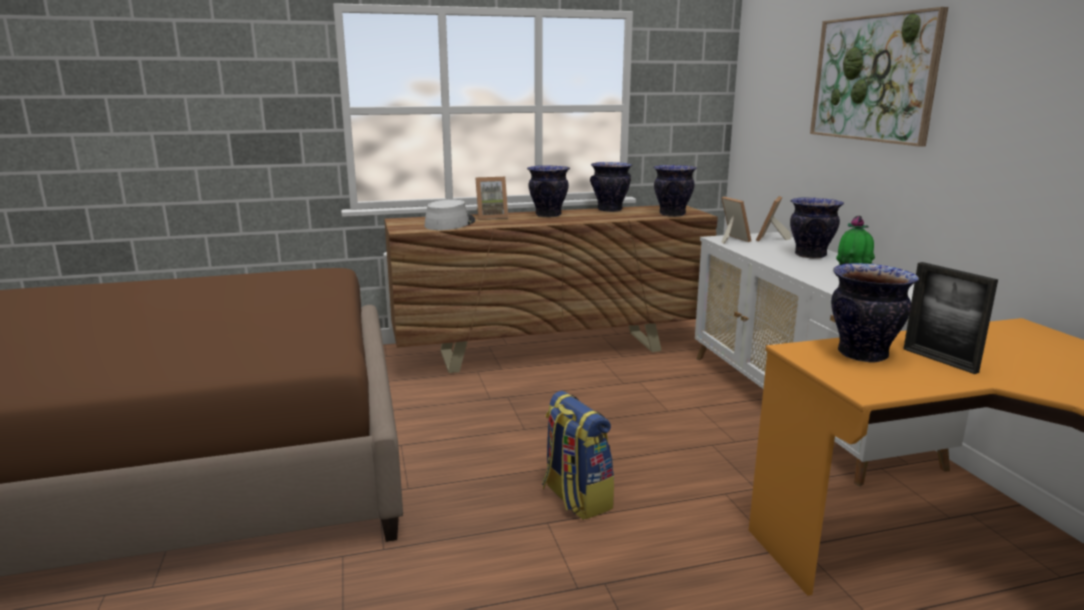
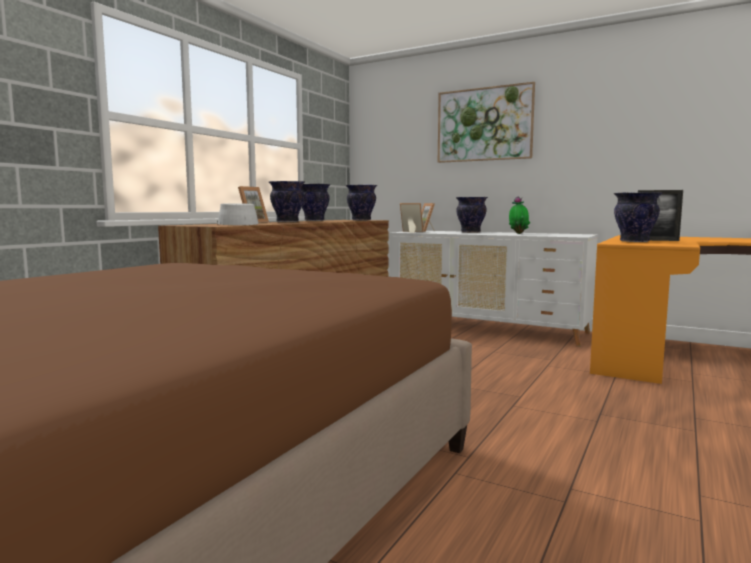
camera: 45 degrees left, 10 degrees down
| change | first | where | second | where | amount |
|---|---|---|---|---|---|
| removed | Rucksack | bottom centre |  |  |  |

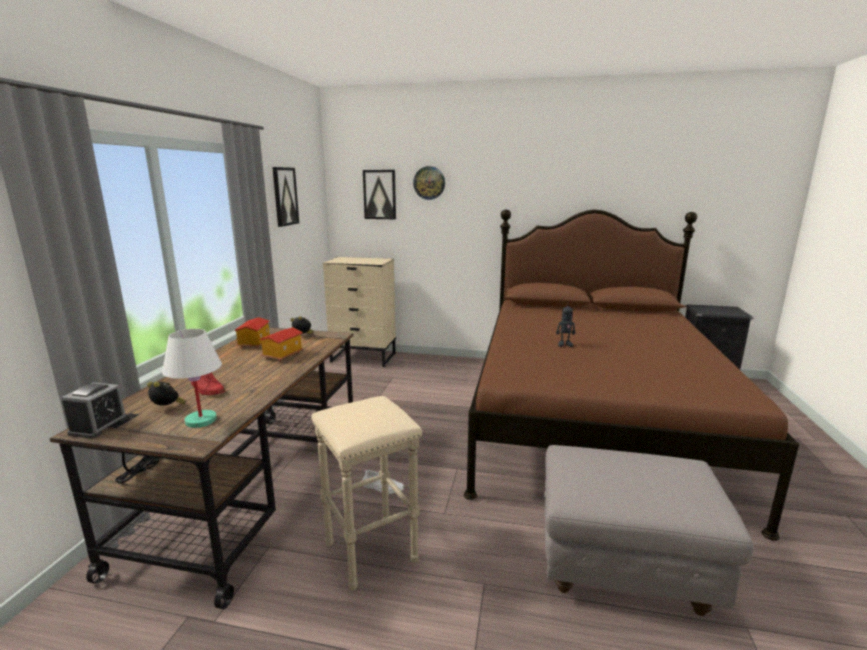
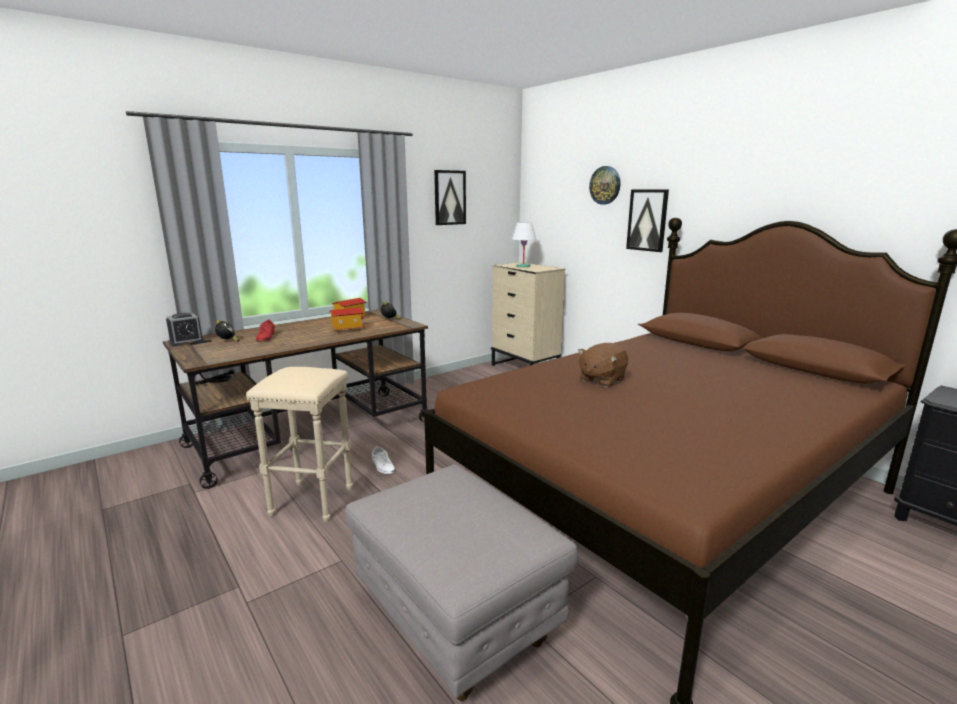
camera: 40 degrees right, 0 degrees up
| change | first | where | second | where | amount |
|---|---|---|---|---|---|
| moved | Tischlampe [weiß] | middle left |  | centre |  |
| replaced | Spielzeugroboter | centre | Plüschtier [braun] | centre |  |
| moved | Bild (2nd from left) | top centre |  | top right |  |

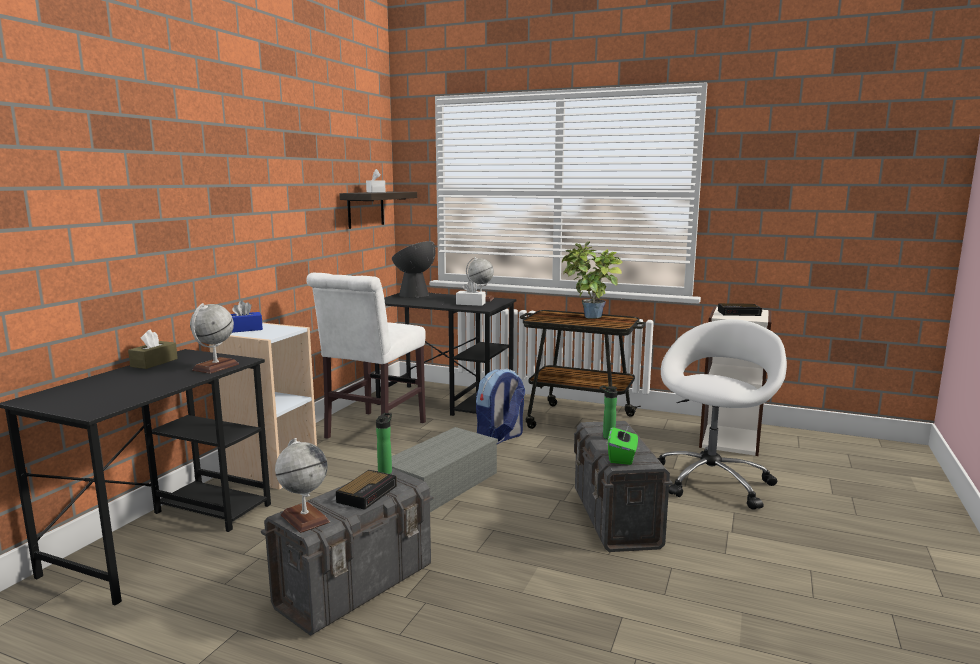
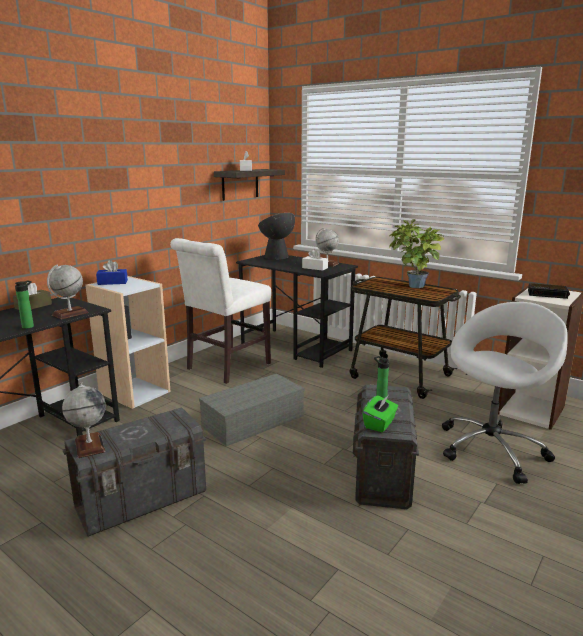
camera: 15 degrees right, 5 degrees up
| change | first | where | second | where | amount |
|---|---|---|---|---|---|
| moved | Flasche (1st from left) | bottom centre |  | middle left |  |
| removed | Wecker (1st from left) | bottom centre |  |  |  |
| removed | Rucksack | centre |  |  |  |

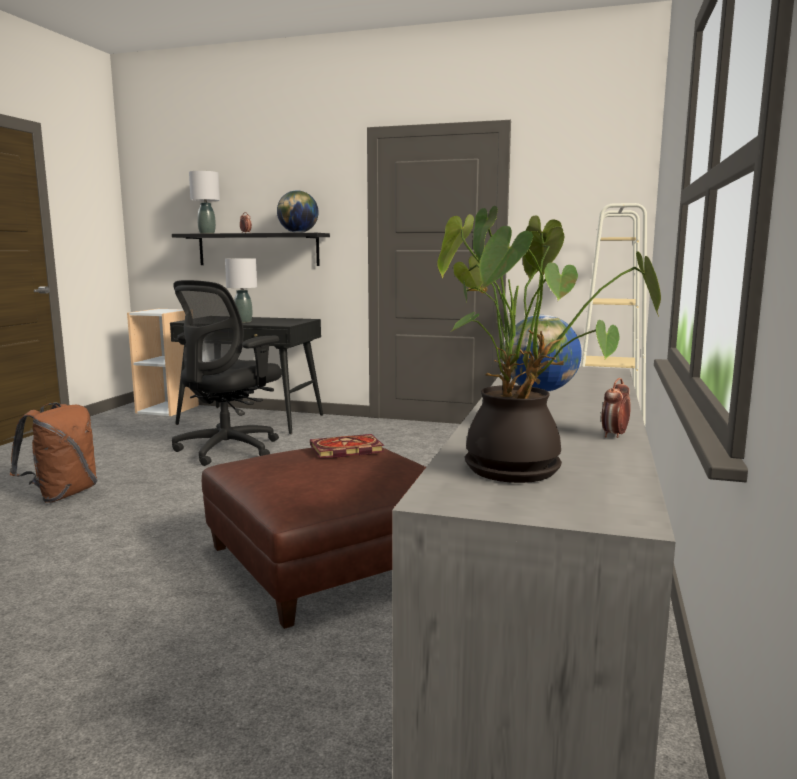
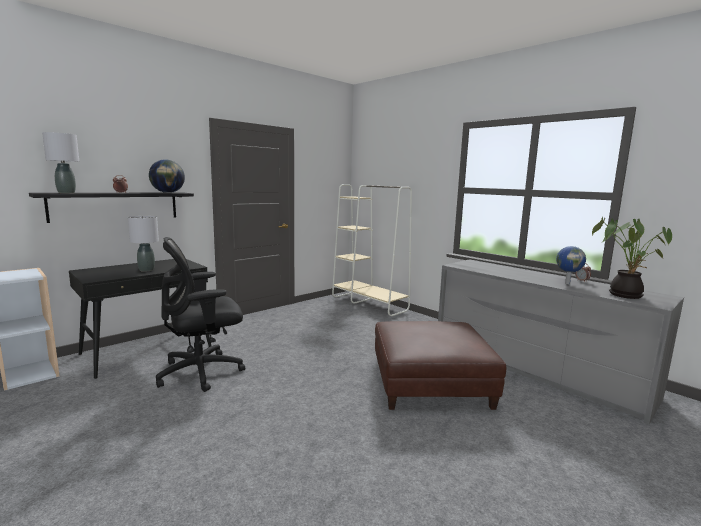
camera: 60 degrees left, 0 degrees up
| change | first | where | second | where | amount |
|---|---|---|---|---|---|
| turned | Bürostuhl [schwarz] | middle left |  | middle left | 90 degrees clockwise |
| removed | Rucksack [braun] | middle left |  |  |  |
| removed | Buch | centre |  |  |  |

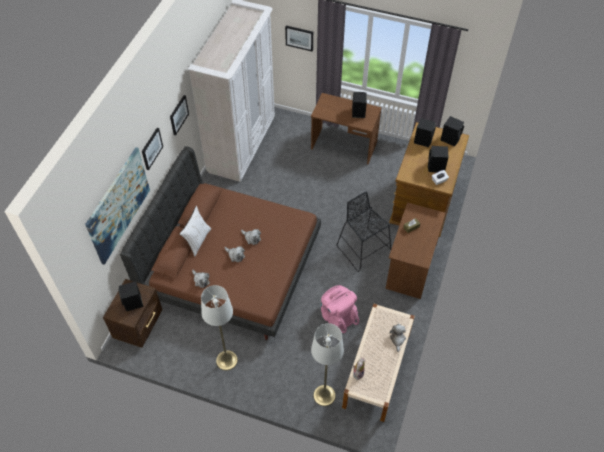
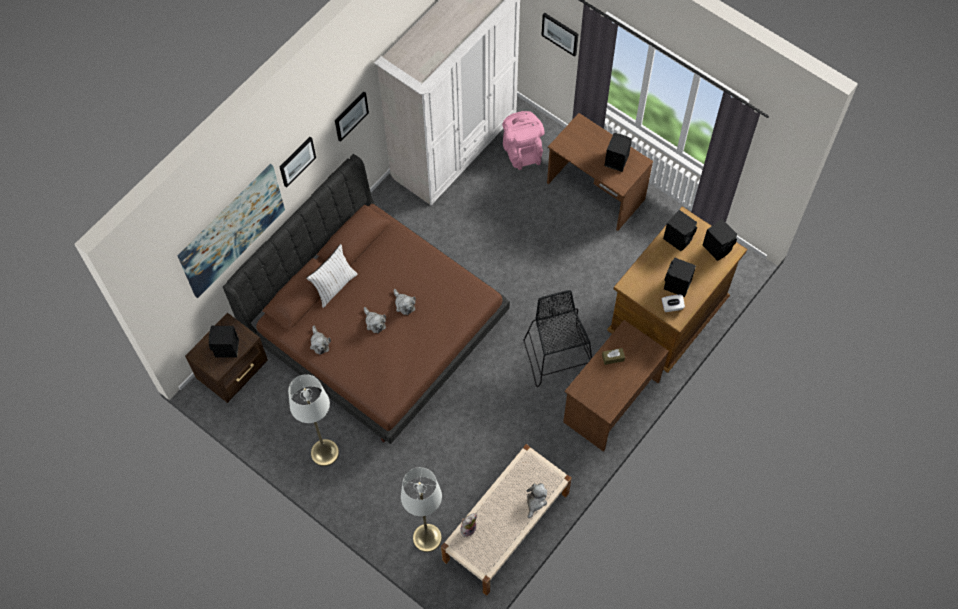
camera: 20 degrees right, 10 degrees up
| change | first | where | second | where | amount |
|---|---|---|---|---|---|
| moved | Rucksack [rosa] | bottom centre |  | top centre |  |

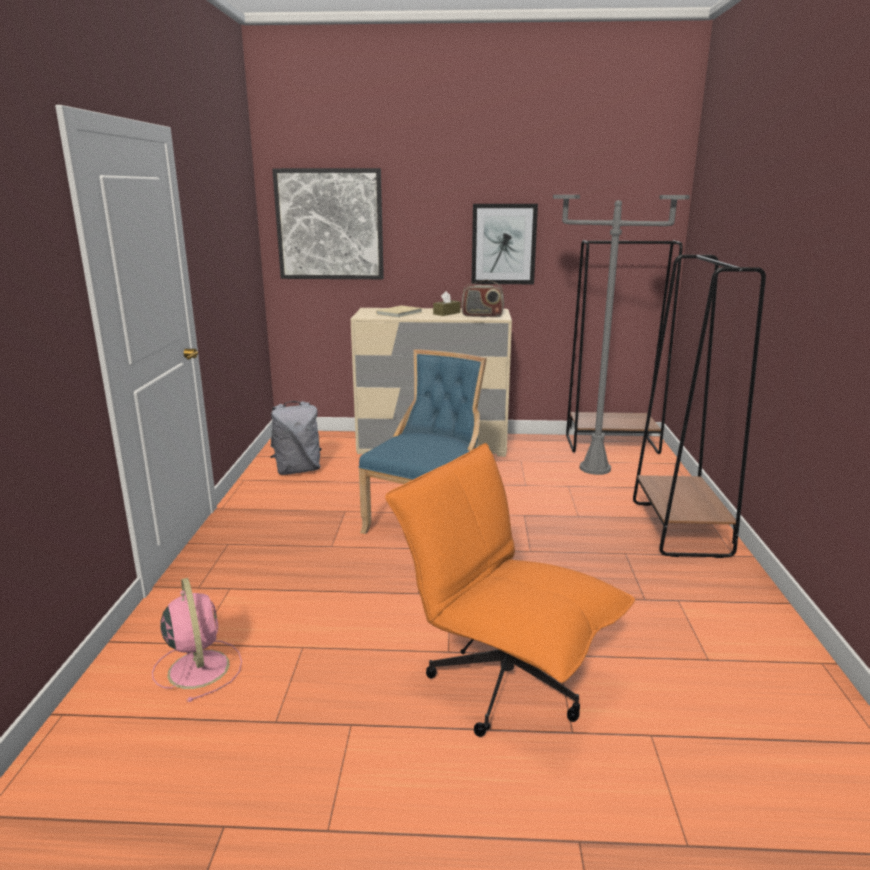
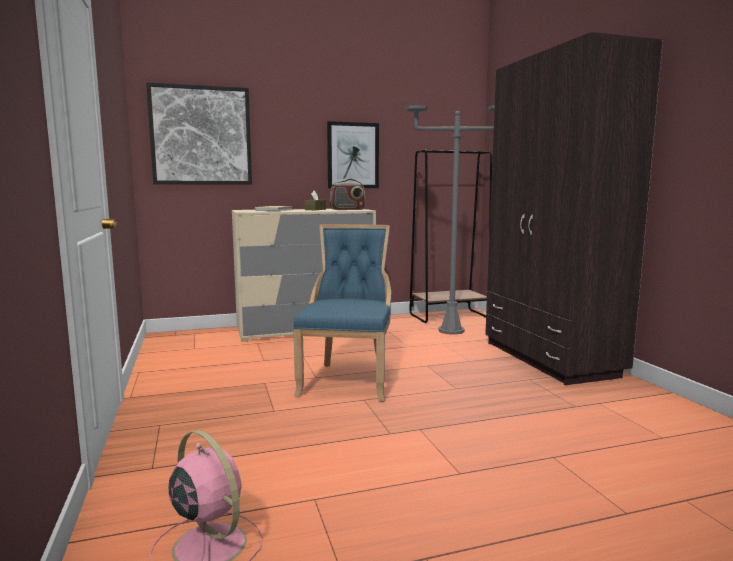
camera: 20 degrees left, 10 degrees down
| change | first | where | second | where | amount |
|---|---|---|---|---|---|
| replaced | Kleiderständer (2nd from left) | middle right | Kleiderschrank [braun] | middle right |  |
| removed | Rucksack [grau] | centre |  |  |  |
| removed | Bürostuhl [orange] | bottom centre |  |  |  |

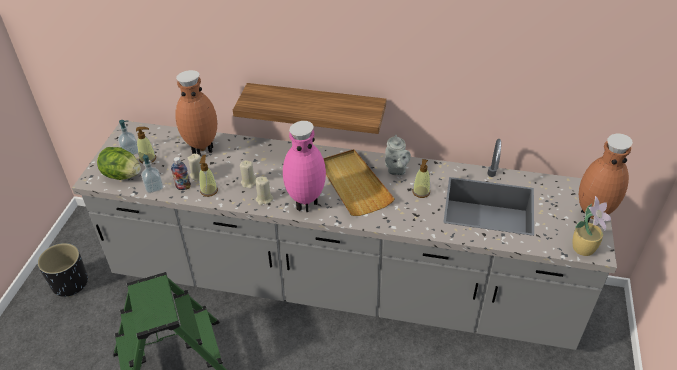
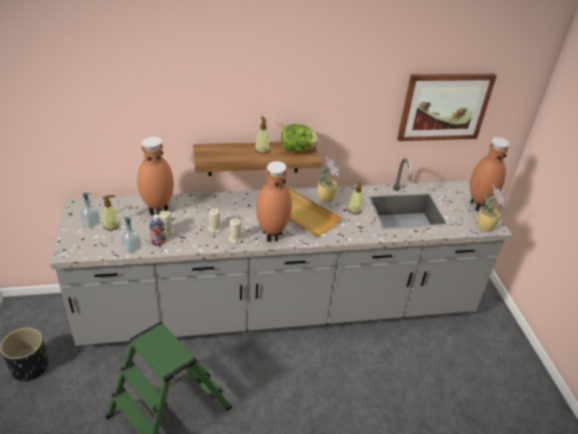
camera: 25 degrees left, 5 degrees down
| change | first | where | second | where | amount |
|---|---|---|---|---|---|
| moved | Seifenspender (4th from left) | middle left |  | top centre |  |
| recoloured | Vase [rosa] | centre | Vase [braun] (2nd from left) | centre |  |
| moved | Salatkopf | middle left |  | top centre |  |
| replaced | Teekanne [grau] | centre | Topfpflanze (1st from left) | centre |  |
| added |  |  | Bild | top right |  |

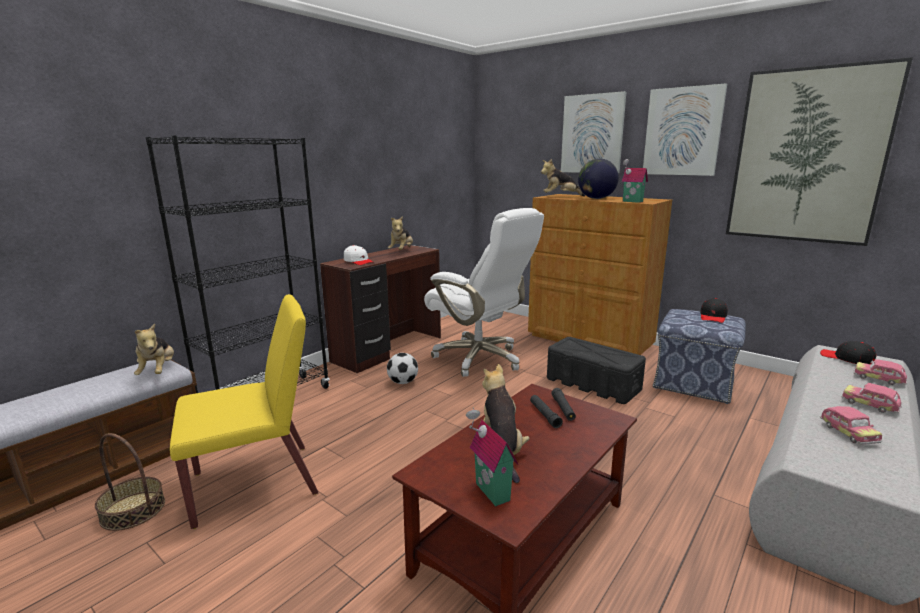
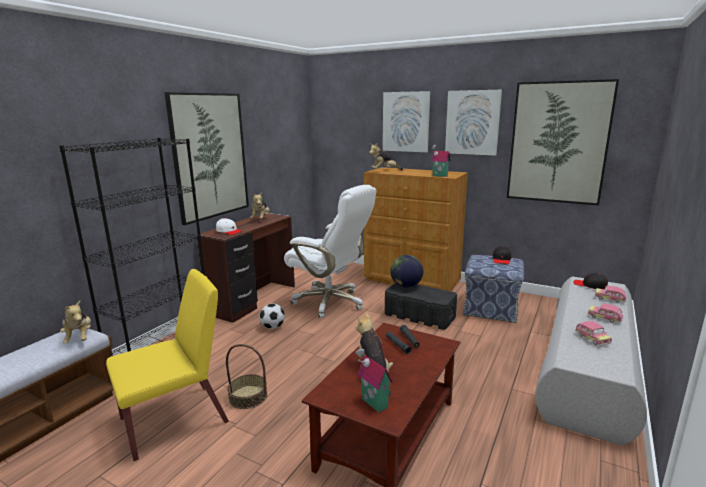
camera: 10 degrees left, 0 degrees up
| change | first | where | second | where | amount |
|---|---|---|---|---|---|
| added |  |  | Bild (1st from left) | top left |  |
| moved | Korb | bottom left |  | bottom centre |  |
| moved | Globus | top centre |  | centre |  |

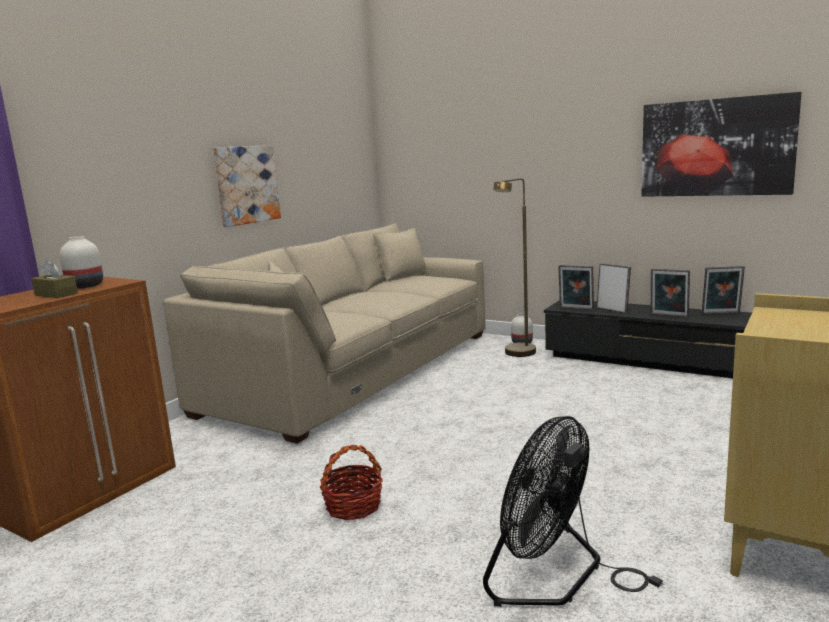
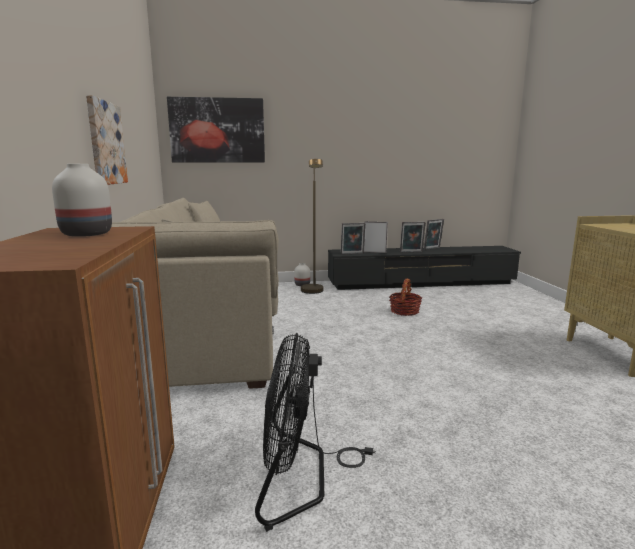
camera: 40 degrees left, 0 degrees up
| change | first | where | second | where | amount |
|---|---|---|---|---|---|
| moved | Bild (2nd from left) | top right |  | top centre |  |
| moved | Ventilator [schwarz] | bottom right |  | bottom centre |  |
| moved | Korb | bottom centre |  | centre |  |
| removed | Taschentuchbox [braun] | middle left |  |  |  |

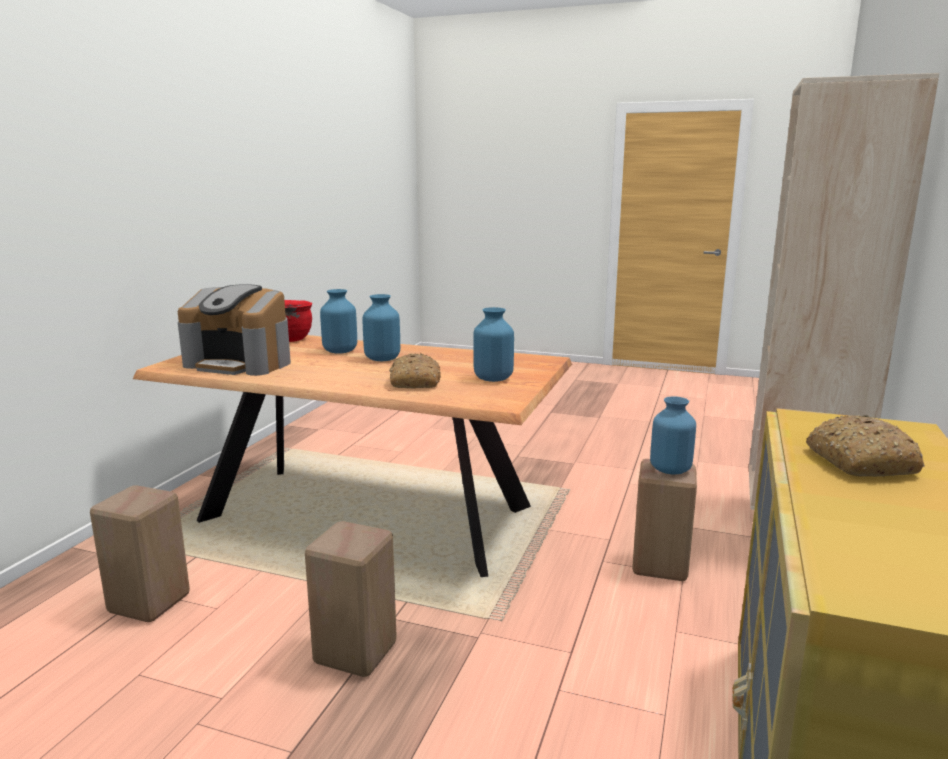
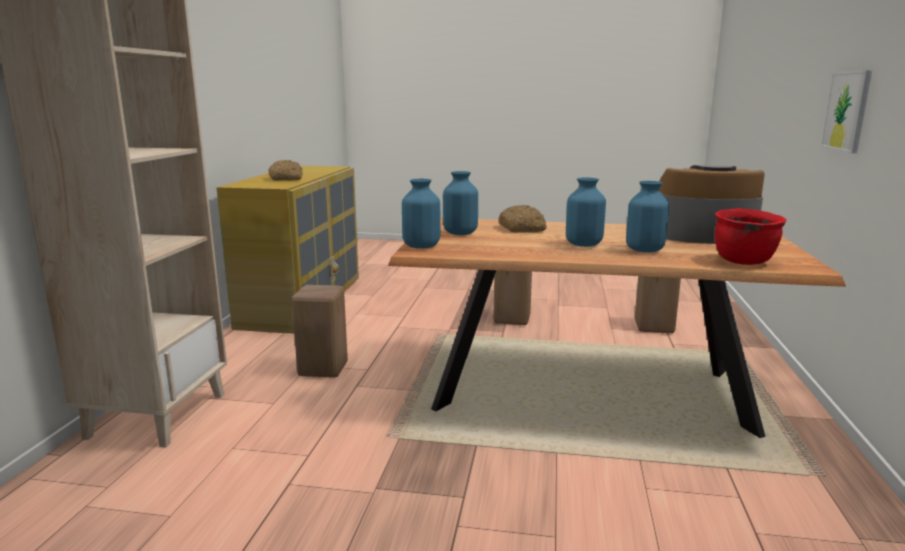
camera: 170 degrees right, 0 degrees up
| change | first | where | second | where | amount |
|---|---|---|---|---|---|
| moved | Vase [blau] (4th from left in the first image) | middle right | Vase [blau] (1st from left) | centre |  |
| added |  |  | Bild | top right |  |

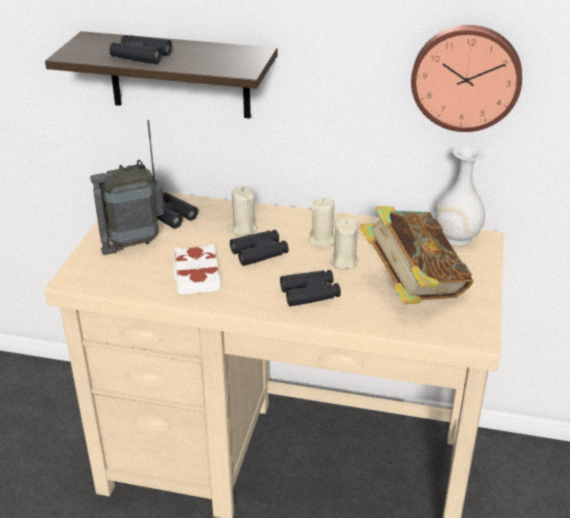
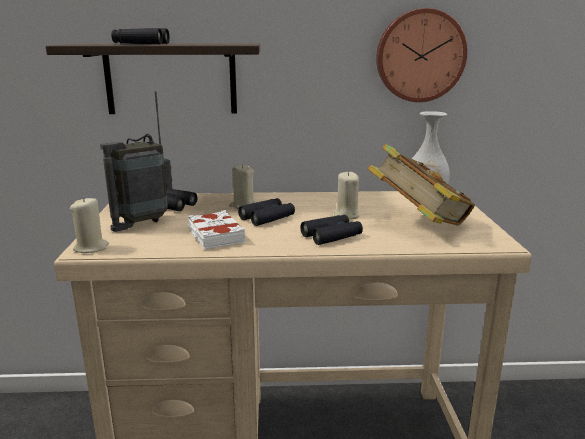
camera: 15 degrees left, 15 degrees down
| change | first | where | second | where | amount |
|---|---|---|---|---|---|
| moved | Kerze [beige] (2nd from left in the first image) | centre | Kerze [beige] (1st from left) | middle left |  |

